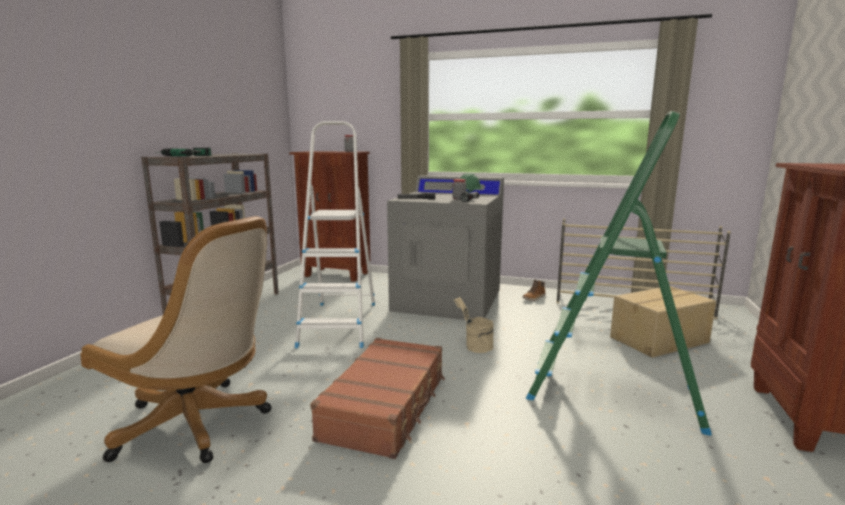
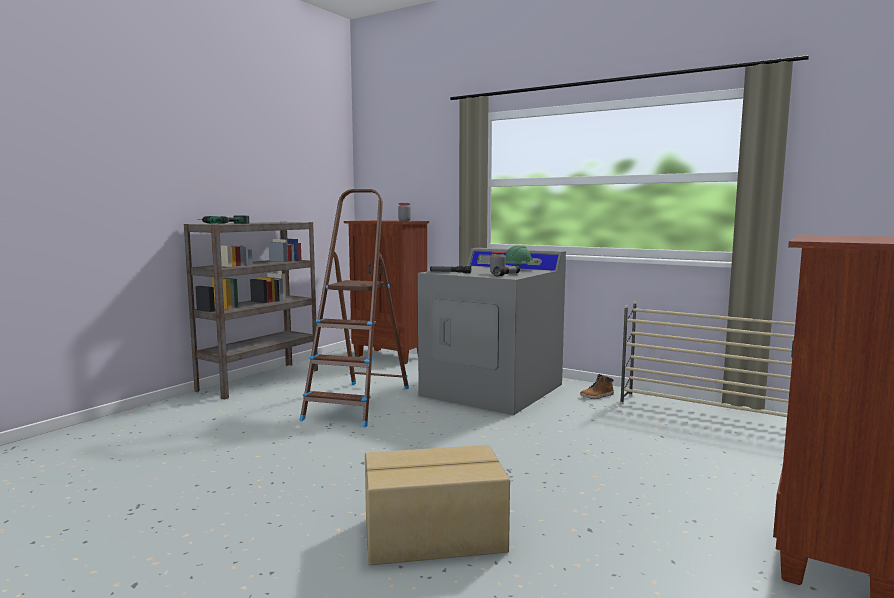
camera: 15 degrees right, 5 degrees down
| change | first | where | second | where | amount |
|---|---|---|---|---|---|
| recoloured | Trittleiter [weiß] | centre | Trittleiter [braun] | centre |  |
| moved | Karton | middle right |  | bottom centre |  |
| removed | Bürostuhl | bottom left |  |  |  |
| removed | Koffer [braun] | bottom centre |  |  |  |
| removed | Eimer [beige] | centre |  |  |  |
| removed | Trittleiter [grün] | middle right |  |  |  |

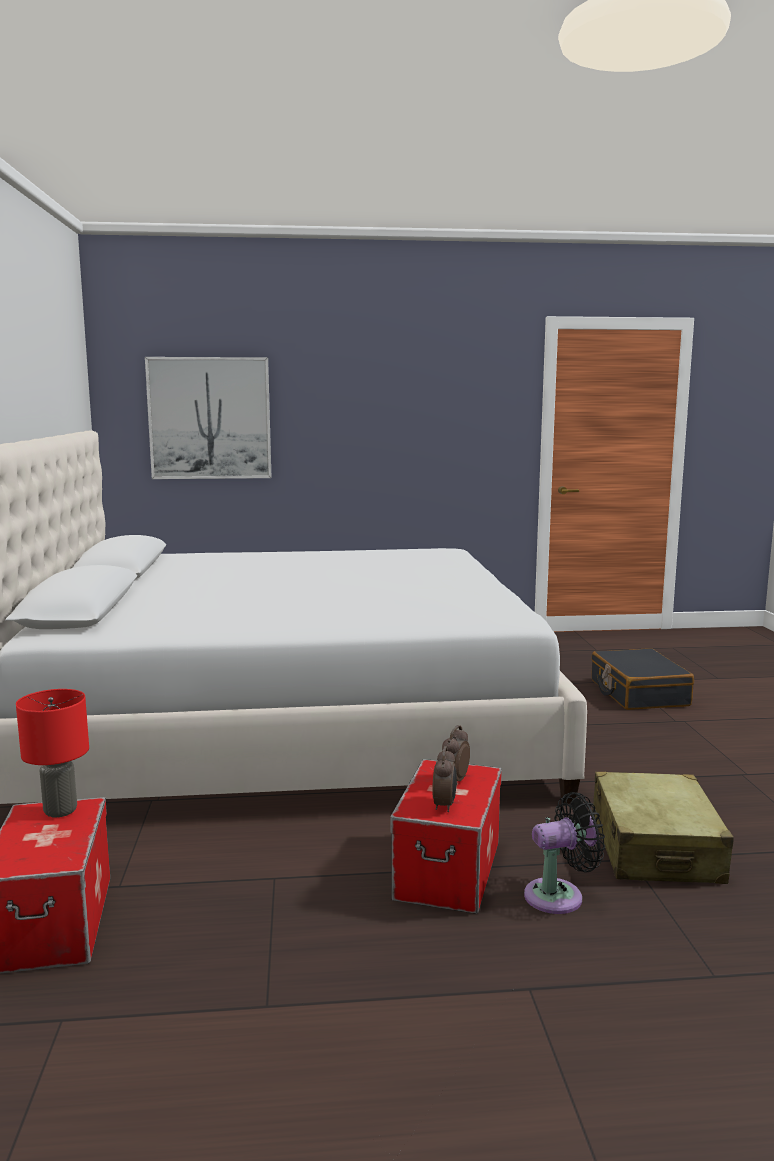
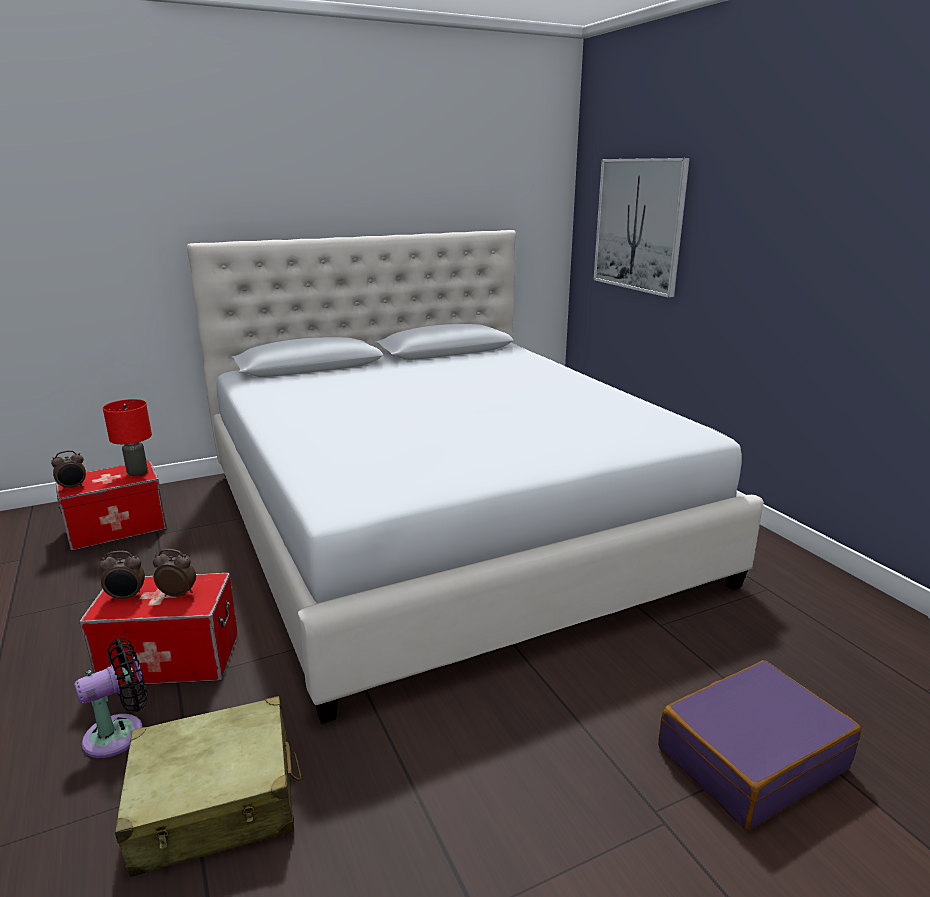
camera: 70 degrees right, 10 degrees up
| change | first | where | second | where | amount |
|---|---|---|---|---|---|
| added |  |  | Wecker (1st from left) | middle left |  |
| turned | Ventilator [schwarz] | bottom right |  | bottom left | 90 degrees counterclockwise |
| recoloured | Koffer [schwarz] | middle right | Koffer [lila] | bottom right |  |

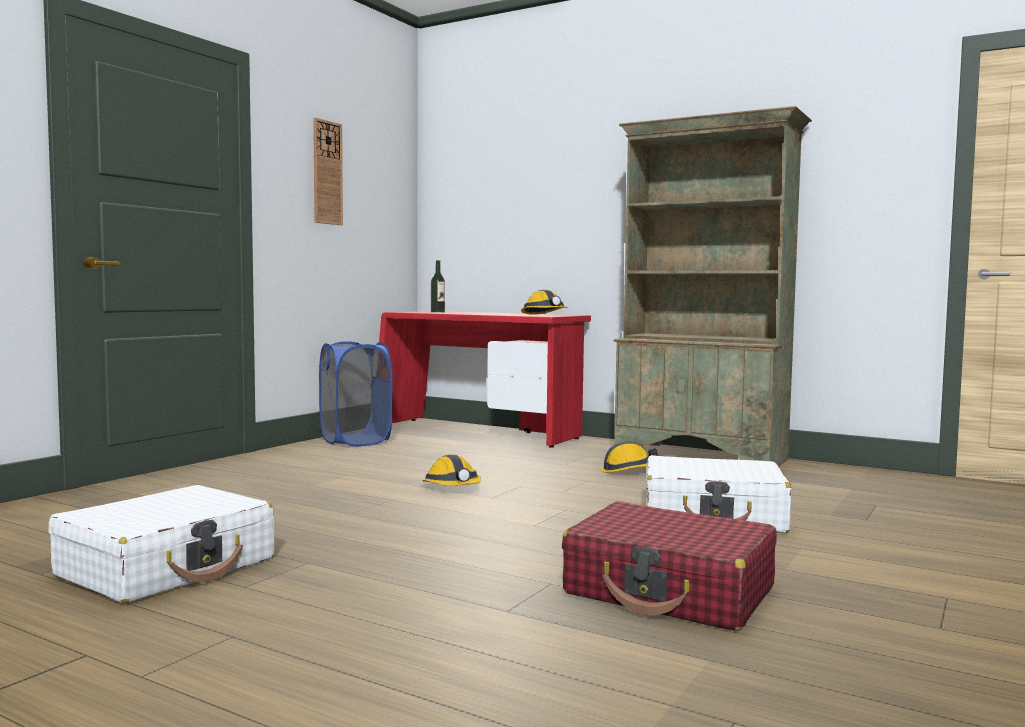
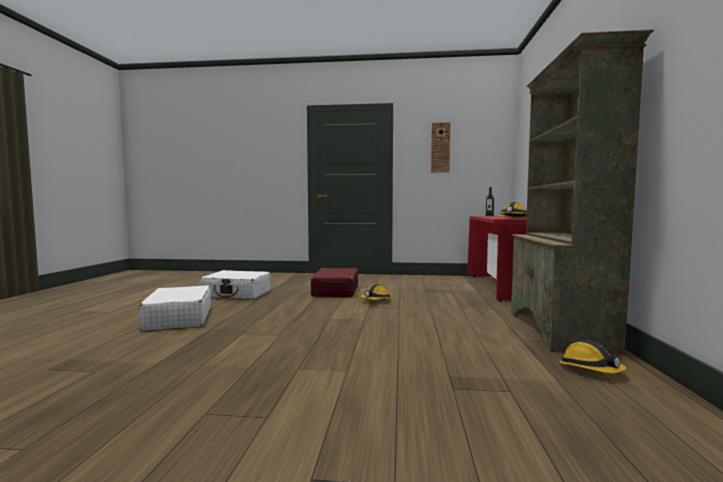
camera: 65 degrees right, 0 degrees up
| change | first | where | second | where | amount |
|---|---|---|---|---|---|
| moved | Koffer [weiß] (2nd from left in the first image) | bottom right | Koffer [weiß] (1st from left) | middle left |  |
| moved | Koffer [rot] | bottom centre |  | centre |  |
| moved | Schutzhelm (3rd from left) | centre |  | bottom right |  |
| removed | Wäschekorb [blau] | centre |  |  |  |

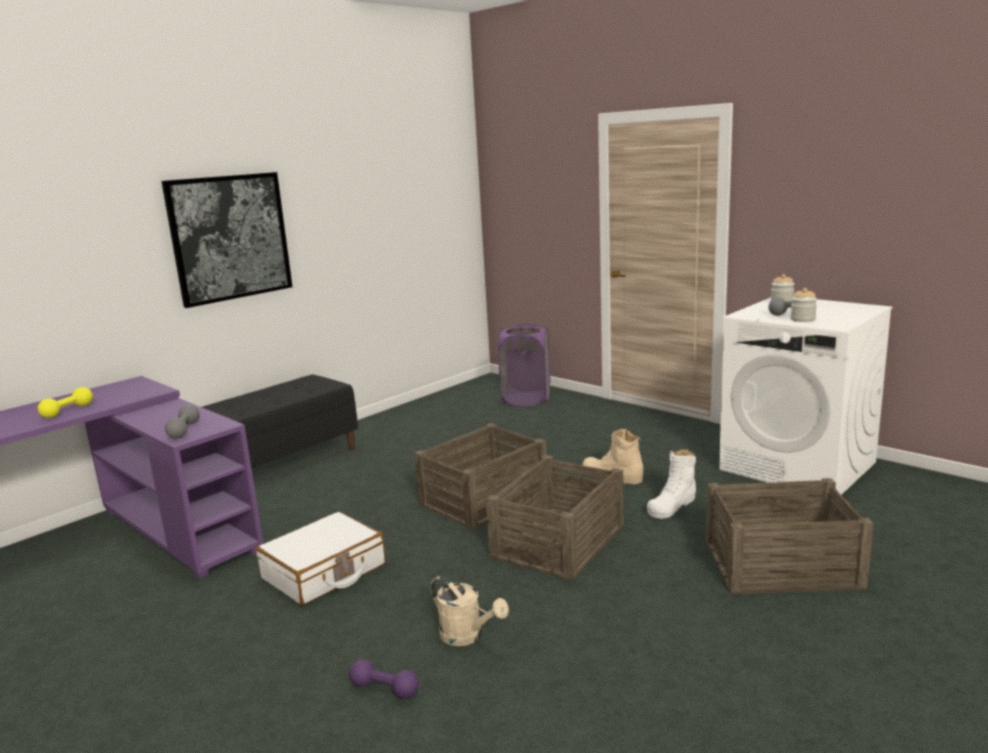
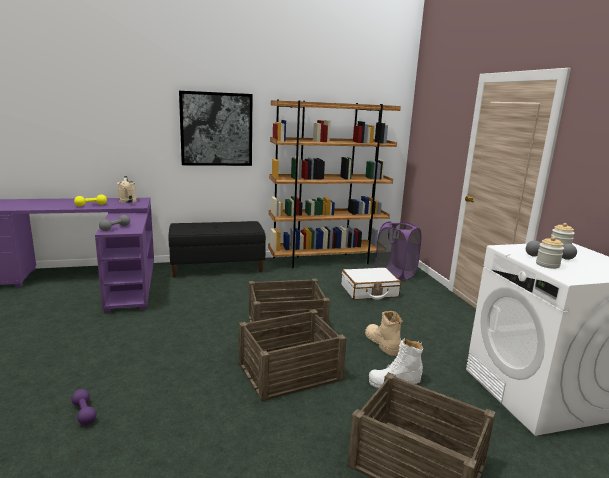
camera: 30 degrees right, 0 degrees up
| change | first | where | second | where | amount |
|---|---|---|---|---|---|
| moved | Gießkanne [beige] | bottom centre |  | middle left |  |
| added |  |  | Bücherregal [braun] | centre |  |
| moved | Koffer [weiß] | bottom left |  | centre |  |

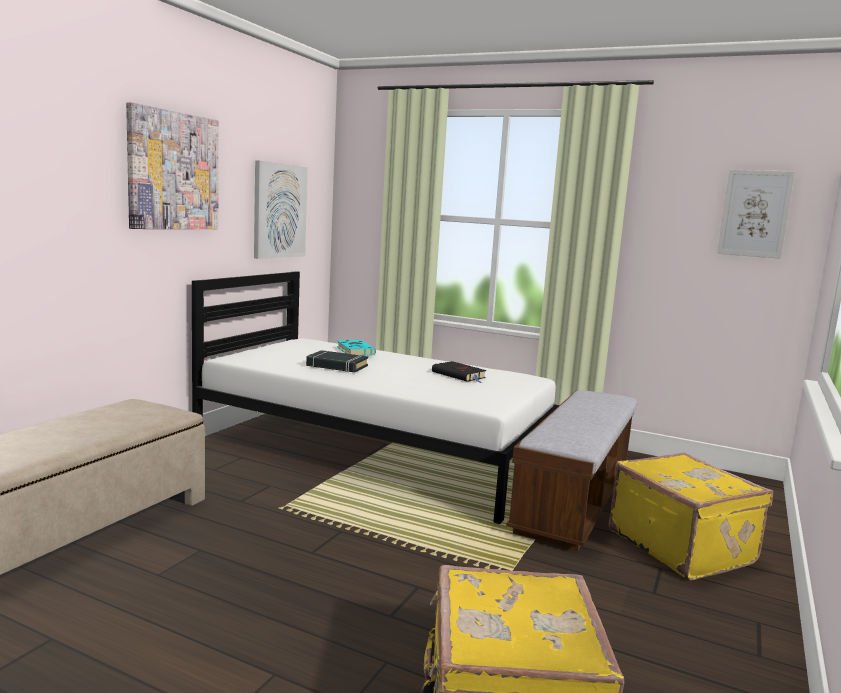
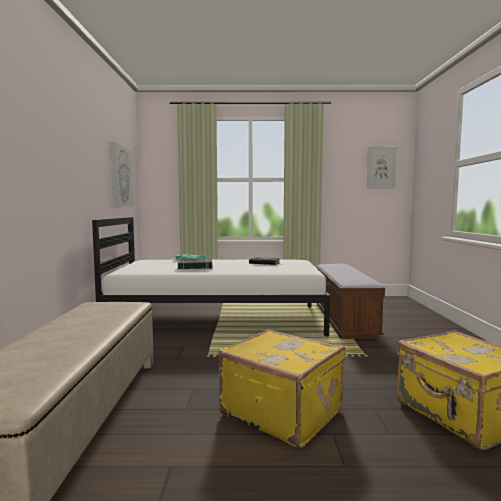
camera: 25 degrees left, 5 degrees down
| change | first | where | second | where | amount |
|---|---|---|---|---|---|
| moved | Koffer [gelb] (2nd from left in the first image) | bottom right | Koffer [gelb] (1st from left) | bottom centre |  |
| removed | Bild (1st from left) | top left |  |  |  |

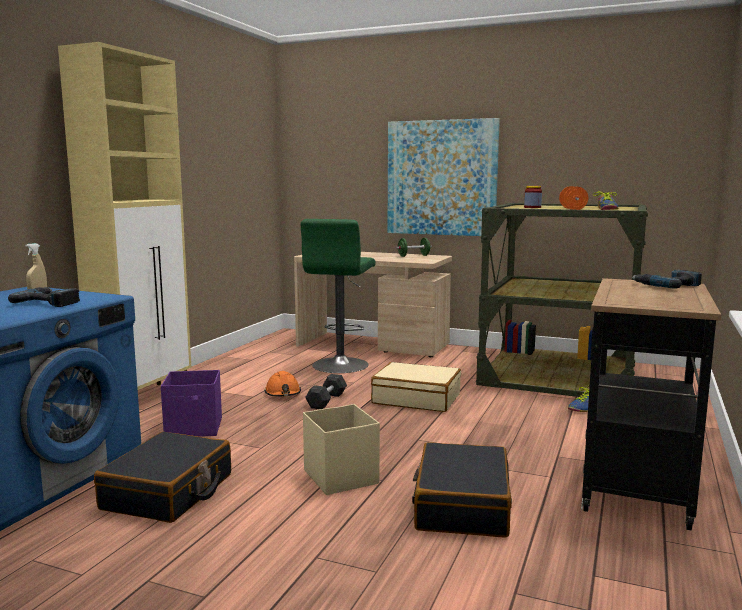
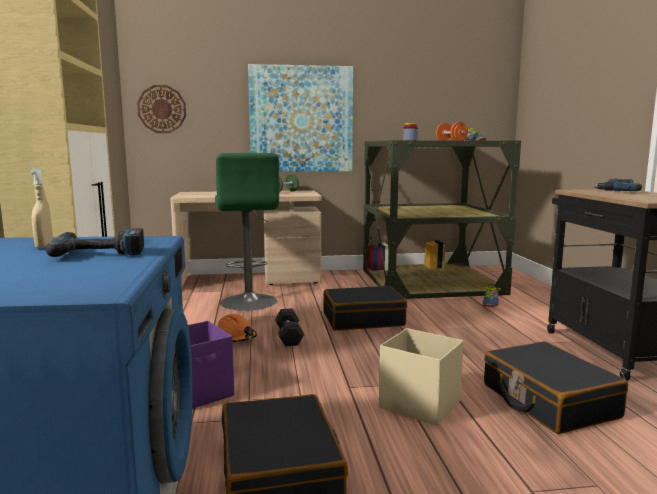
camera: 30 degrees left, 0 degrees up
| change | first | where | second | where | amount |
|---|---|---|---|---|---|
| added |  |  | Wanduhr | top left |  |
| recoloured | Koffer [beige] | centre | Koffer [schwarz] (2nd from left) | centre |  |

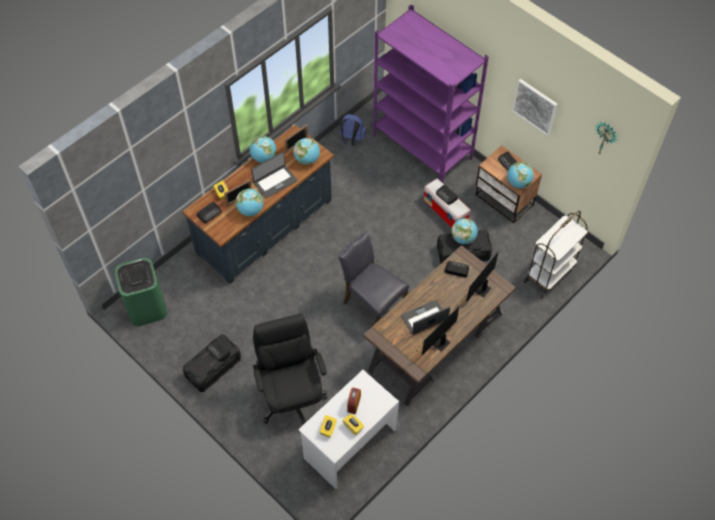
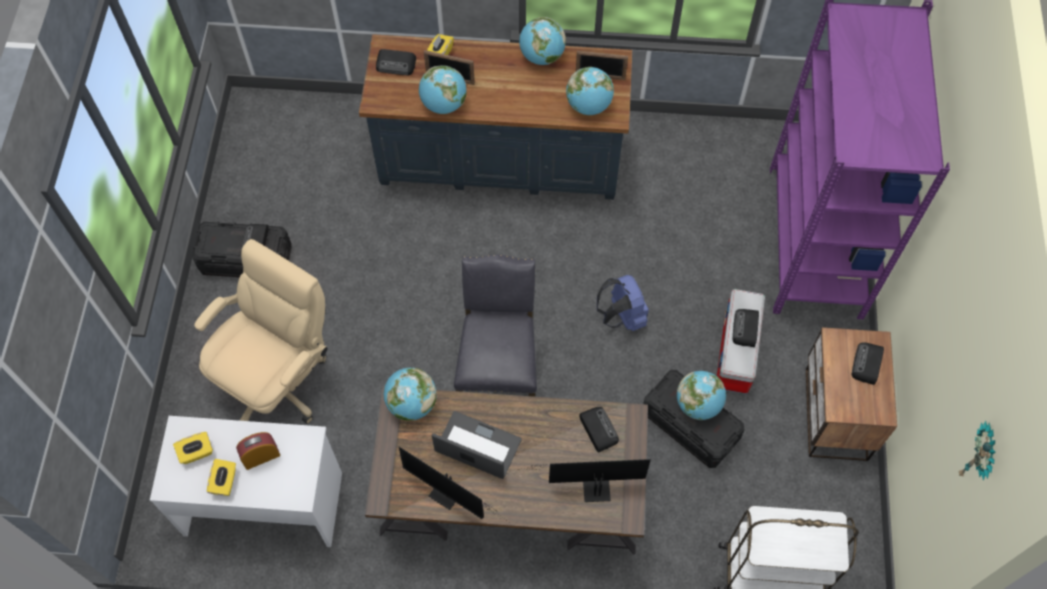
camera: 50 degrees right, 5 degrees up
| change | first | where | second | where | amount |
|---|---|---|---|---|---|
| recoloured | Bürostuhl [schwarz] | bottom centre | Bürostuhl [beige] | middle left |  |
| moved | Globus (5th from left in the first image) | middle right | Globus (1st from left) | bottom centre |  |
| turned | Monitor (1st from left) | centre |  | bottom centre | 150 degrees counterclockwise |
| moved | Rucksack [blau] | top centre |  | centre |  |
| removed | Mülleimer [grün] | middle left |  |  |  |
| removed | Laptop (1st from left) | centre |  |  |  |
| removed | Bild | top right |  |  |  |

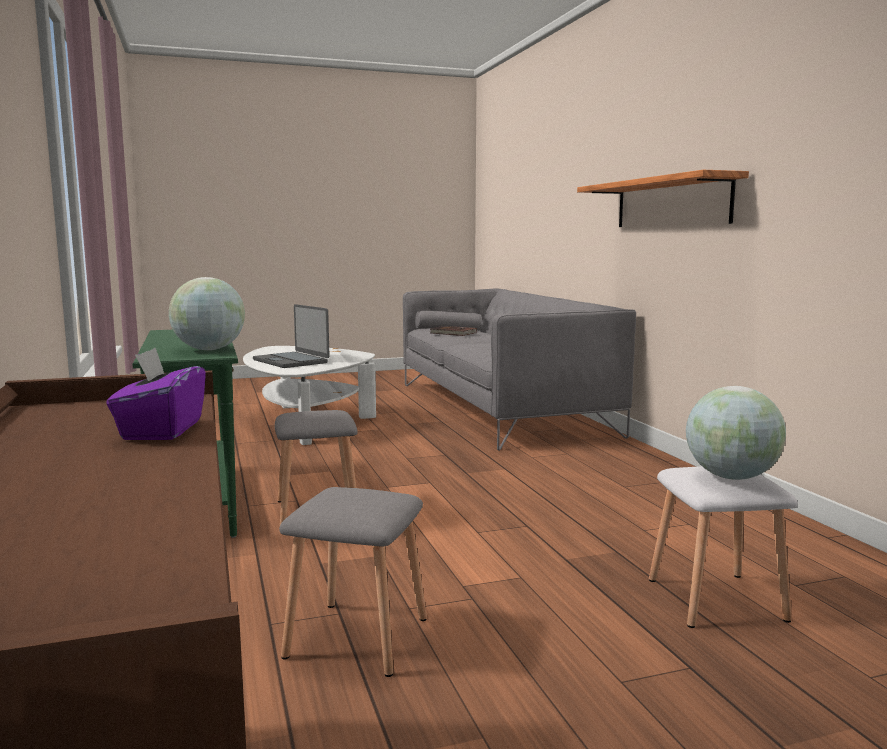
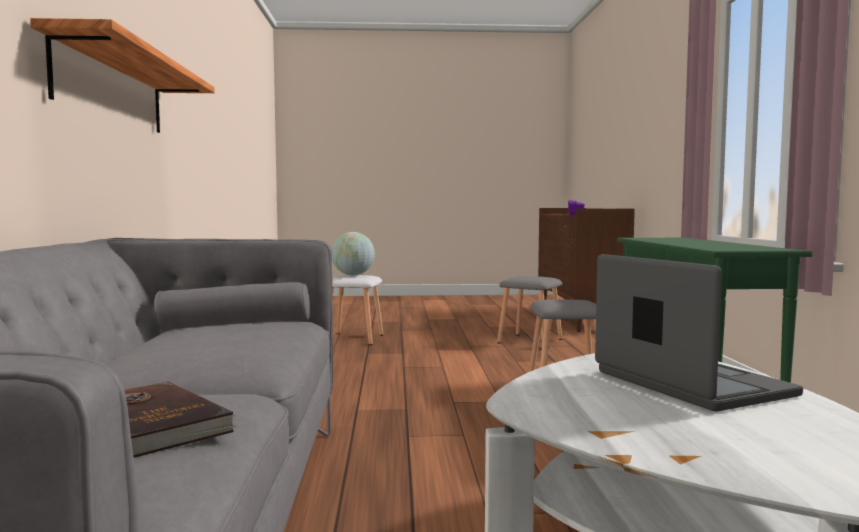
camera: 165 degrees left, 5 degrees down
| change | first | where | second | where | amount |
|---|---|---|---|---|---|
| removed | Globus (1st from left) | middle left |  |  |  |

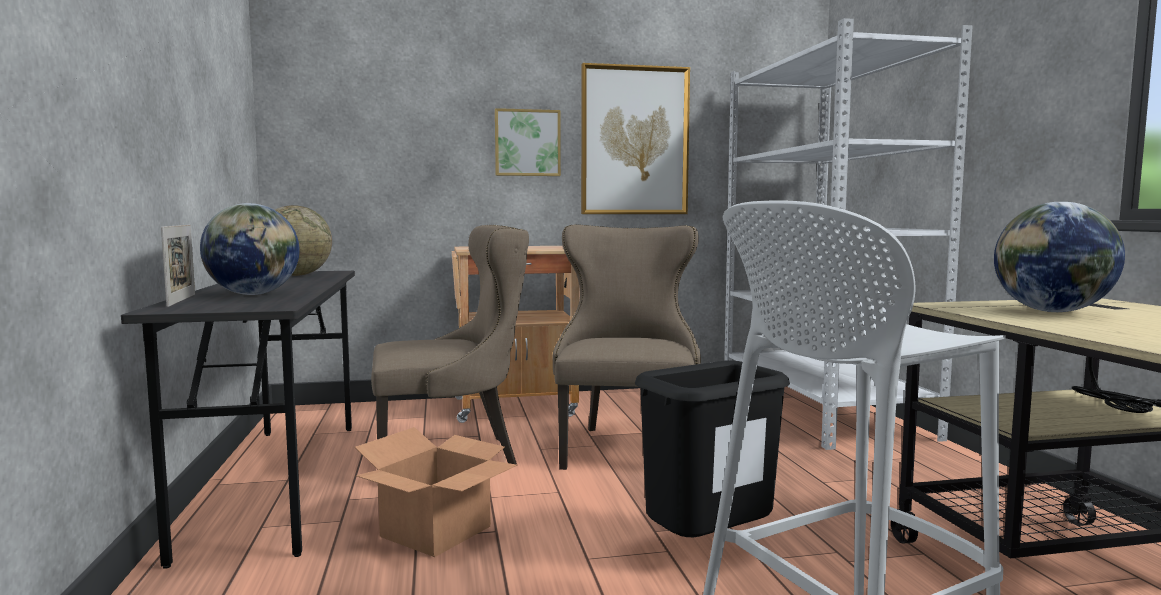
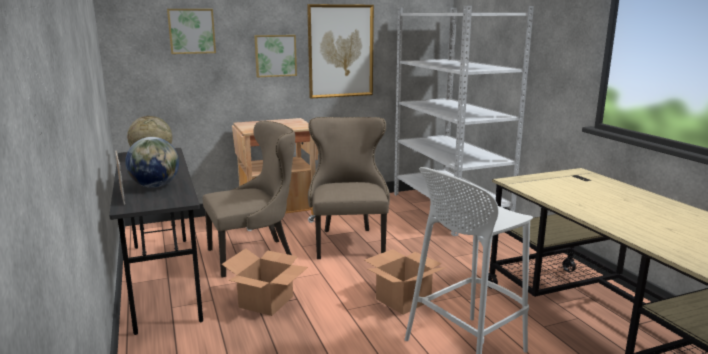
camera: 10 degrees left, 10 degrees up
| change | first | where | second | where | amount |
|---|---|---|---|---|---|
| added |  |  | Bild (1st from left) | top left |  |
| replaced | Mülleimer [schwarz] | bottom centre | Karton (2nd from left) | bottom centre |  |
| removed | Globus (3rd from left) | middle right |  |  |  |

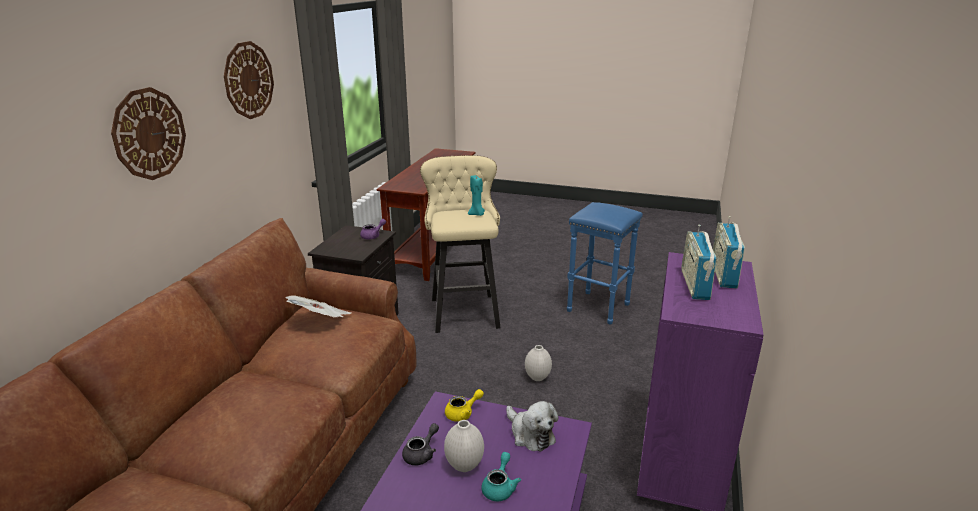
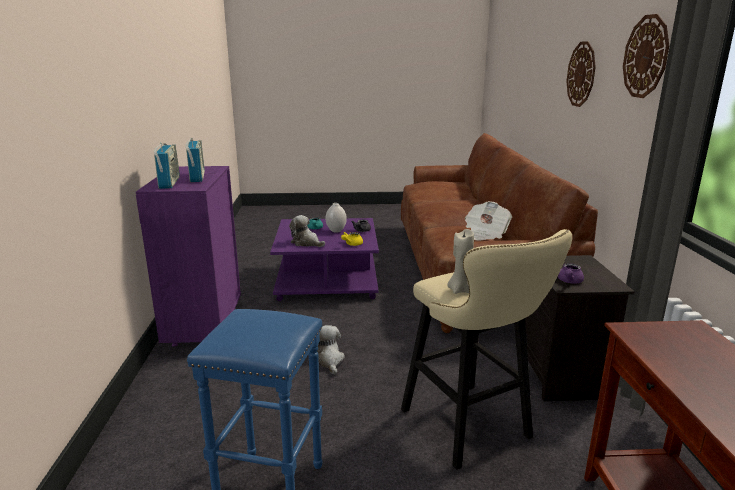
camera: 160 degrees right, 5 degrees down
| change | first | where | second | where | amount |
|---|---|---|---|---|---|
| replaced | Vase [weiß] (2nd from left) | bottom centre | Plüschtier (2nd from left) | bottom centre |  |
| recoloured | Kerze [türkis] | centre | Kerze [beige] | centre |  |

